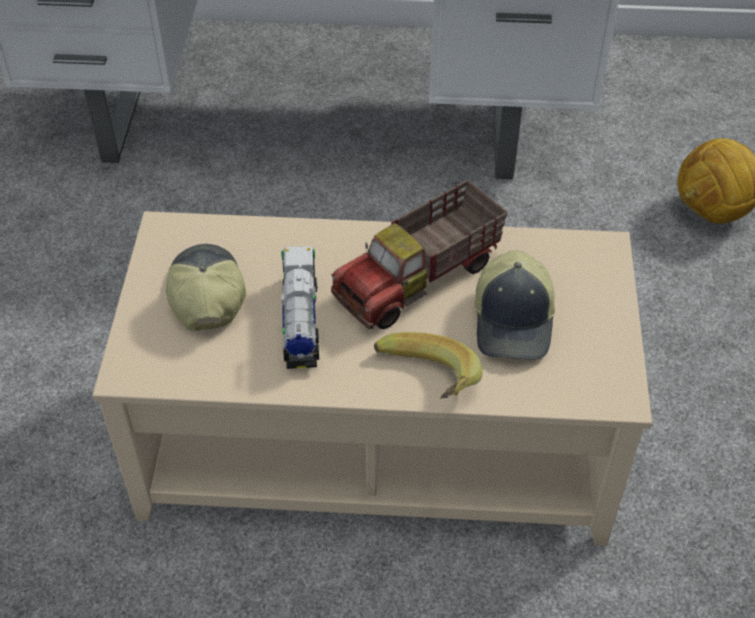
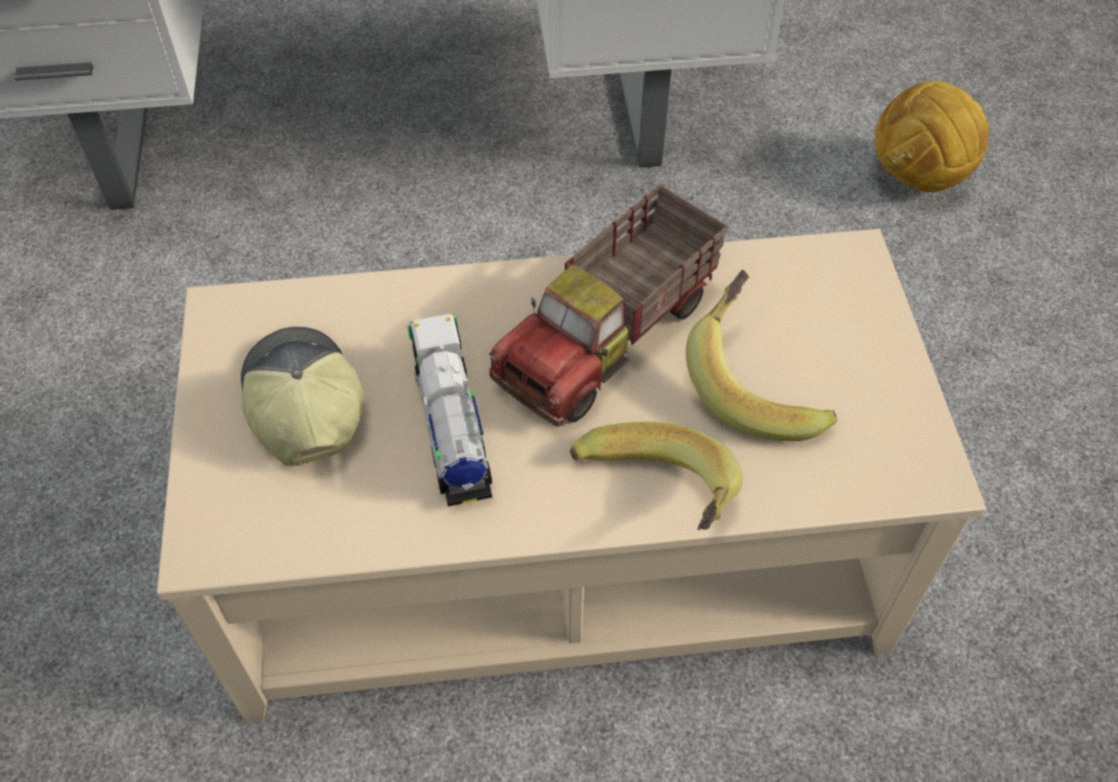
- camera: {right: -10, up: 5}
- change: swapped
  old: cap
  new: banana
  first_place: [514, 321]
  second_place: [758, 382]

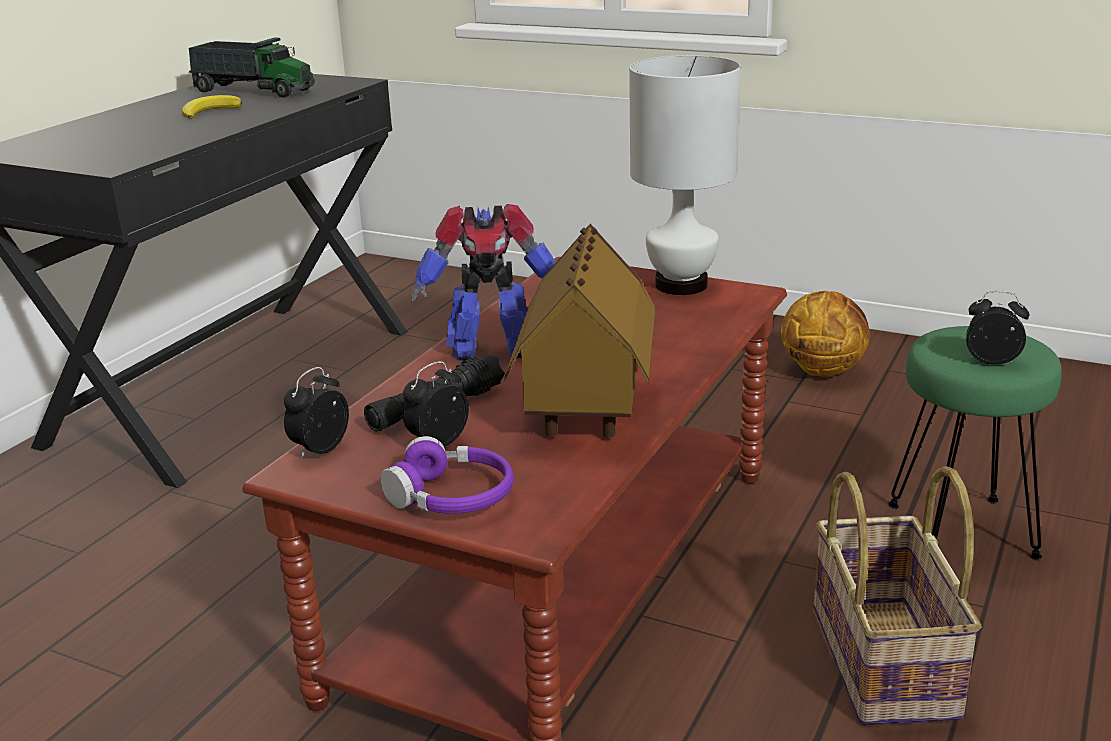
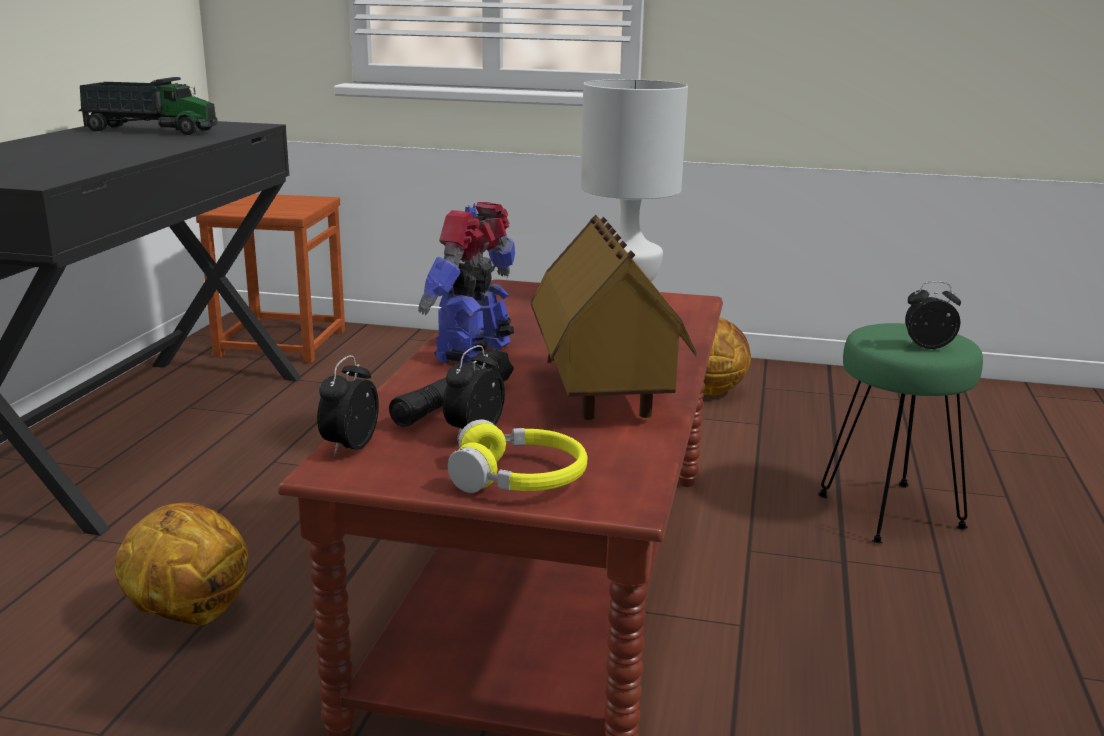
- camera: {right: -15, up: -5}
- change: gone
  old: banana
  first_place: [209, 112]
- change: gone
  old: basket
  first_place: [886, 661]
- change: new
  new: basketball
  second_place: [188, 615]
- change: new
  new: stool/brown
  second_place: [280, 343]
- change: repainted
  old: headphones/purple
  new: headphones/yellow
  first_place: [452, 496]
  second_place: [519, 479]
- change: rotated
  old: toy robot
  first_place: [490, 348]
  second_place: [476, 353]
  degrees: 135

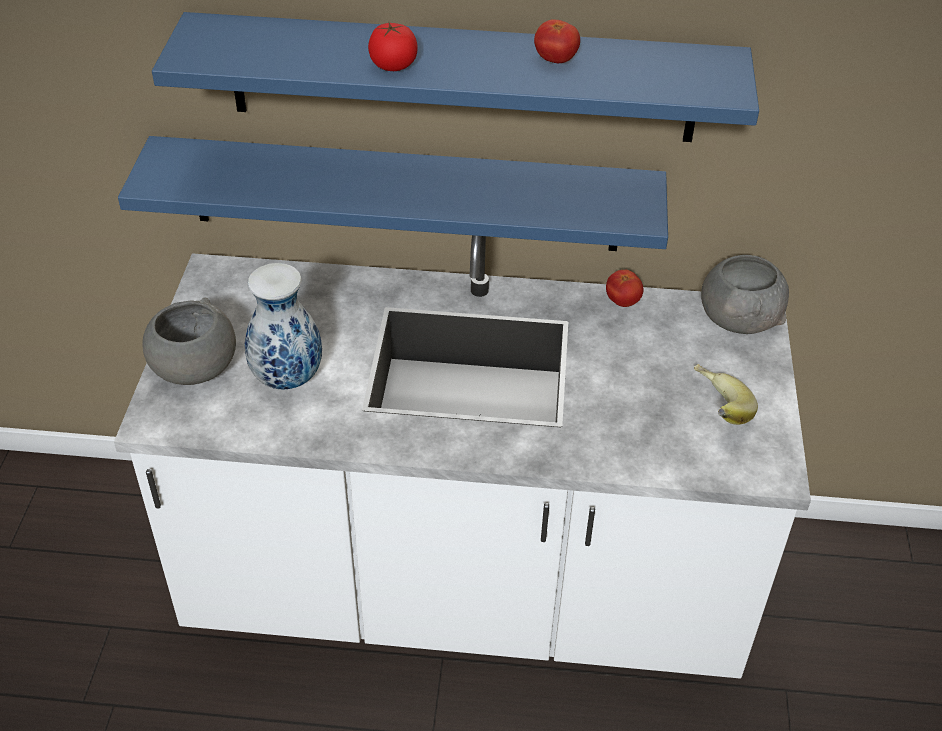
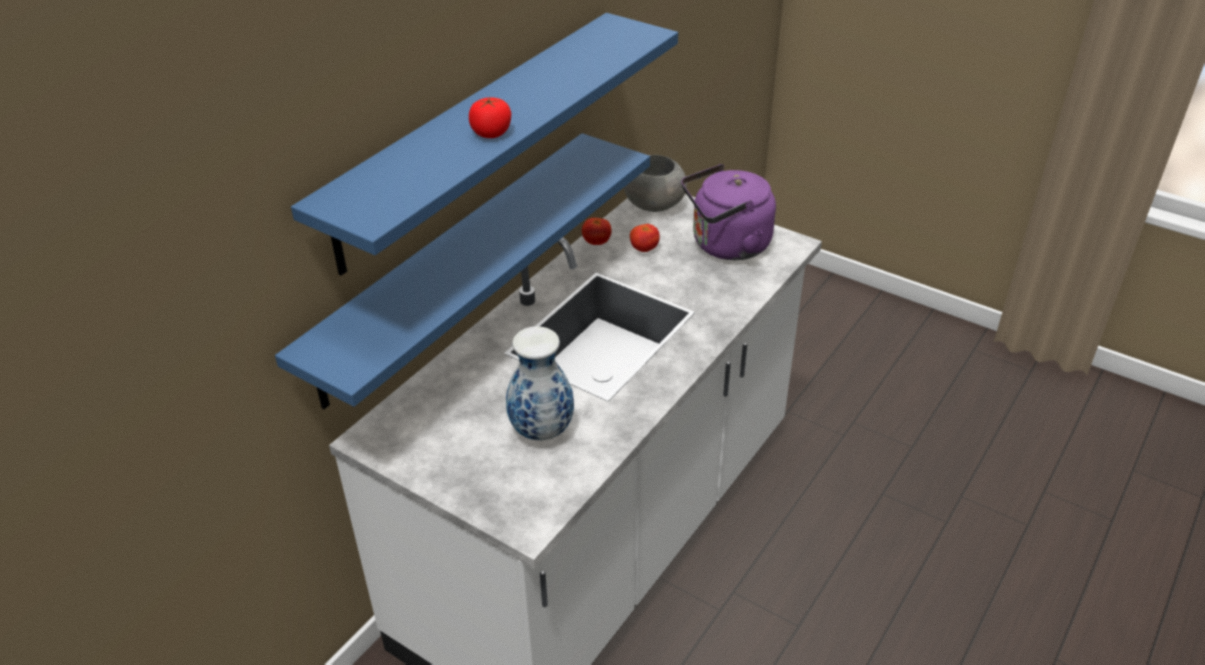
- camera: {right: -60, up: -5}
- change: gone
  old: bowl/grey
  first_place: [194, 369]
- change: shifted
  old: tomato
  first_place: [555, 60]
  second_place: [644, 249]
- change: swapped
  old: banana
  new: kettle/purple
  first_place: [714, 411]
  second_place: [726, 246]

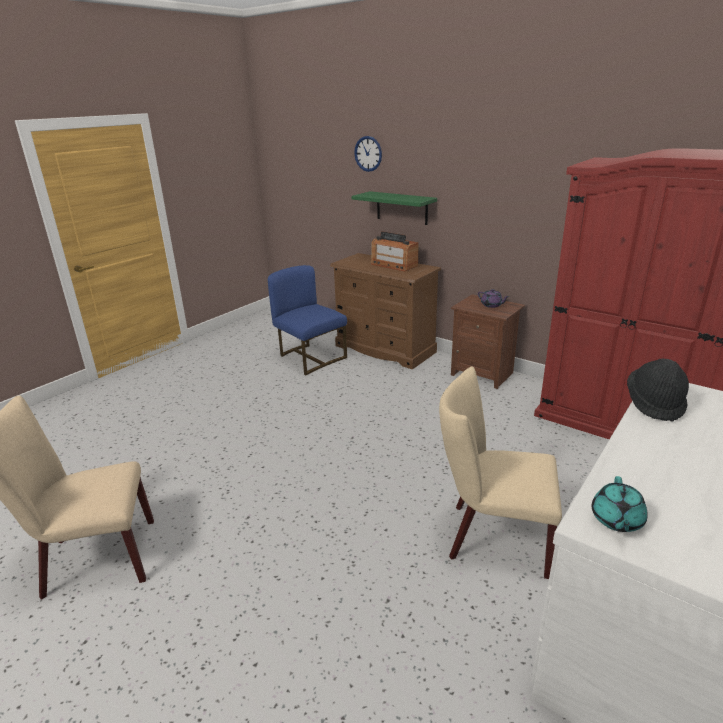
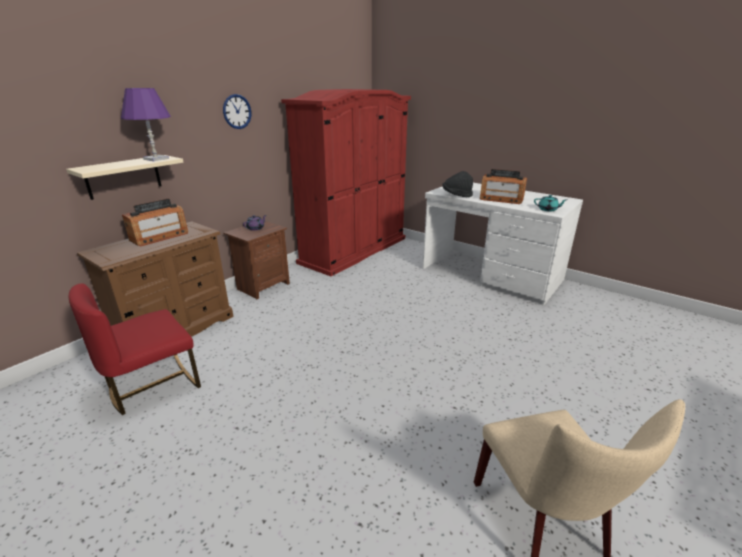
- camera: {right: -90, up: 0}
- change: gone
  old: chair/beige
  first_place: [491, 537]
- change: new
  new: table lamp/purple
  second_place: [156, 159]
- change: new
  new: radio
  second_place: [501, 199]
- change: shifted
  old: wall clock
  first_place: [368, 153]
  second_place: [237, 111]
- change: repainted
  old: chair/blue
  new: chair/red
  first_place: [310, 358]
  second_place: [153, 385]
- change: repainted
  old: shelf/green
  new: shelf/beige
  first_place: [402, 208]
  second_place: [123, 177]

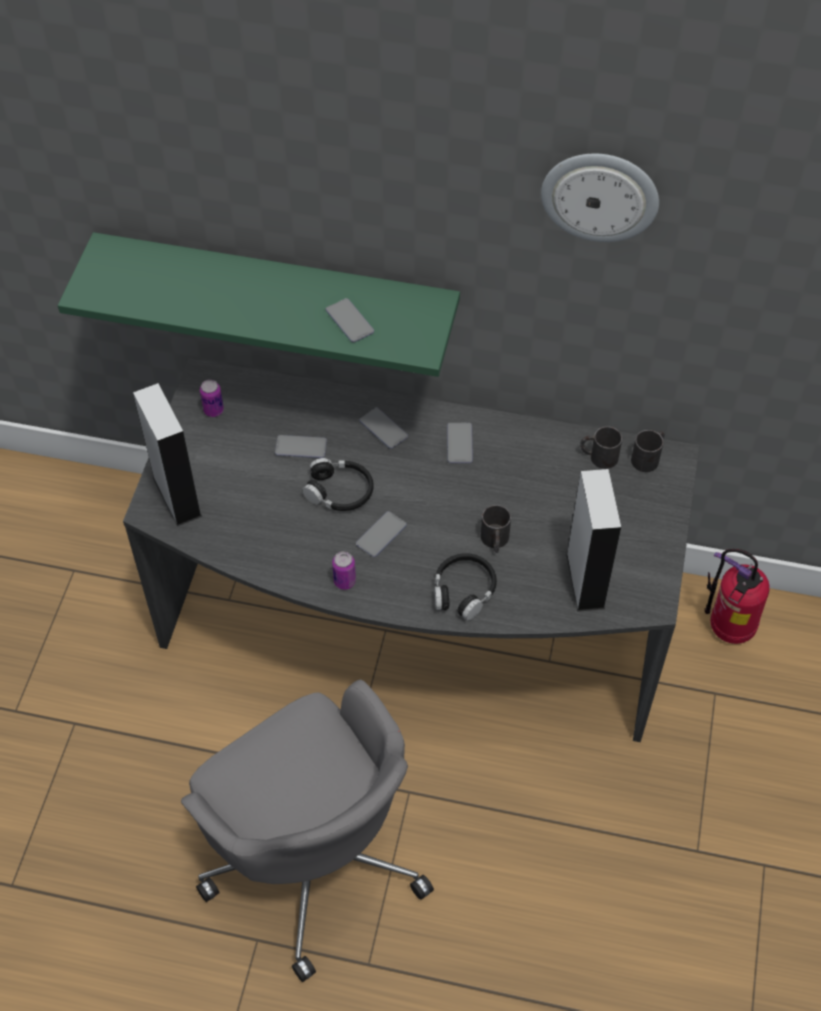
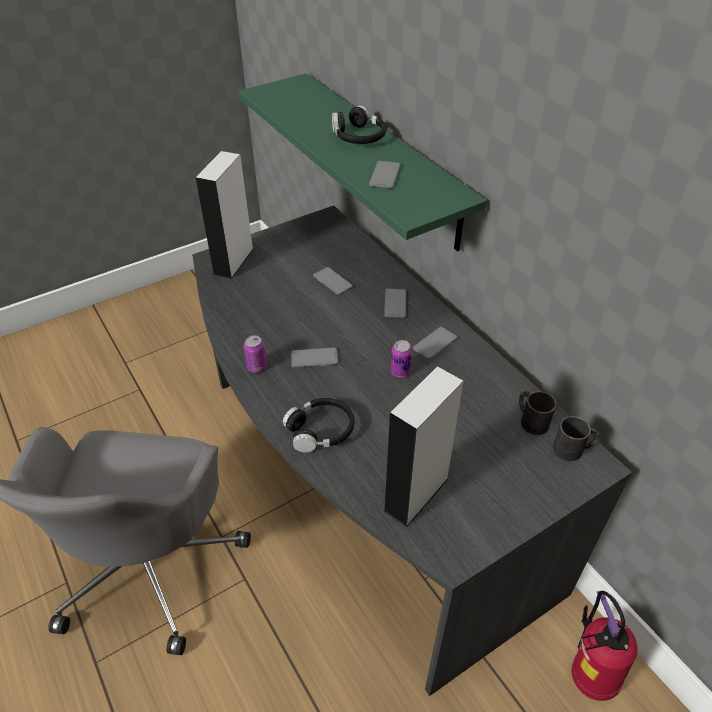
- camera: {right: 45, up: -10}
- change: gone
  old: mug/black
  first_place: [495, 541]
- change: gone
  old: wall clock
  first_place: [600, 195]
- change: shifted
  old: can
  first_place: [213, 410]
  second_place: [400, 372]
- change: shifted
  old: headphones/black
  first_place: [339, 491]
  second_place: [358, 136]

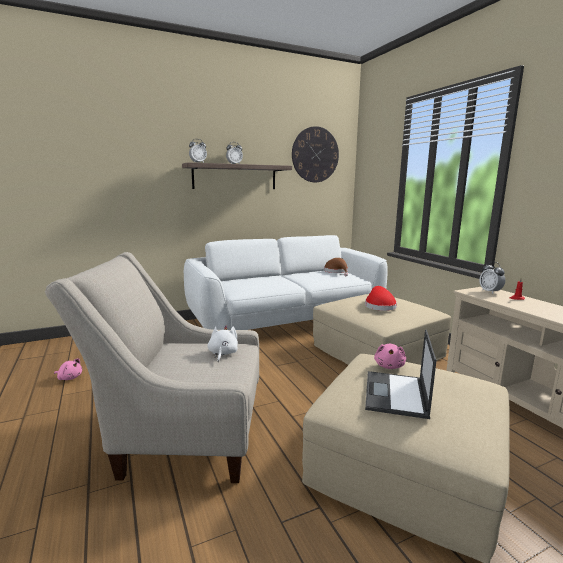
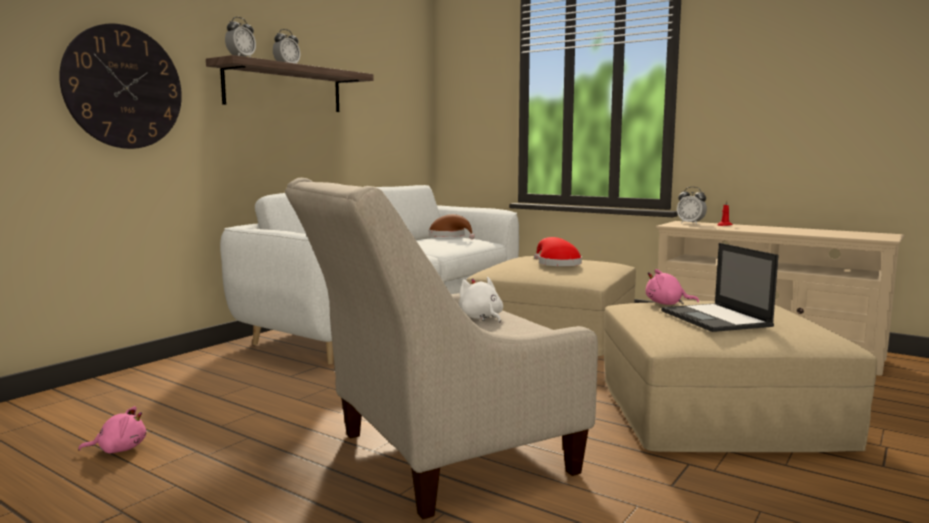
- camera: {right: -30, up: -5}
- change: shifted
  old: wall clock
  first_place: [315, 155]
  second_place: [123, 87]
- change: rotated
  old: plush toy/pink
  first_place: [389, 366]
  second_place: [666, 304]
  degrees: 120

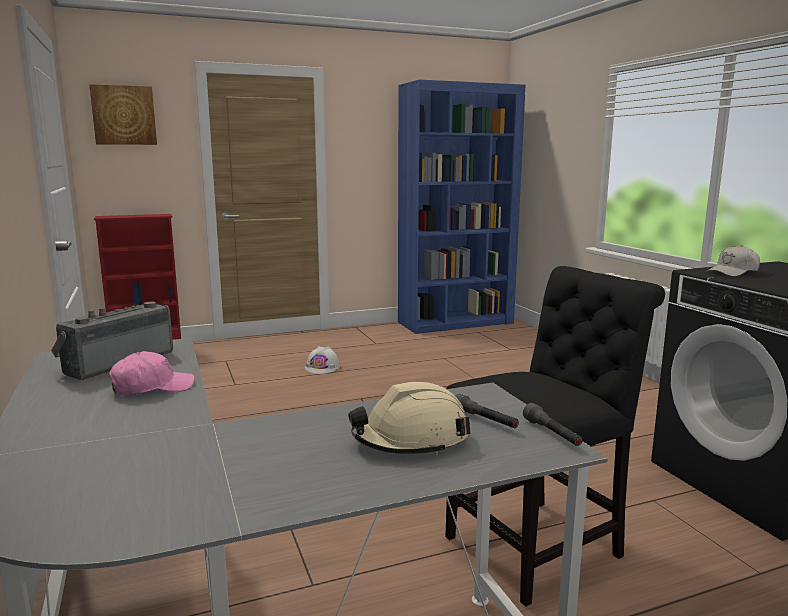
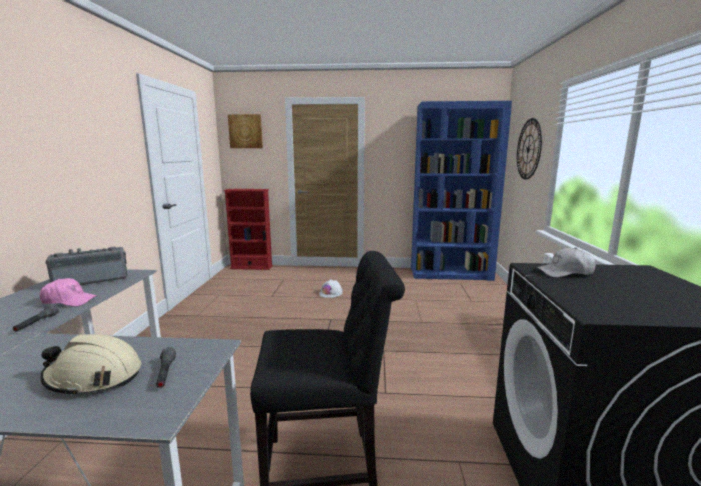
- camera: {right: 25, up: 0}
- change: new
  new: wall clock
  second_place: [528, 149]
- change: shifted
  old: flashlight/grey
  first_place: [552, 434]
  second_place: [37, 323]

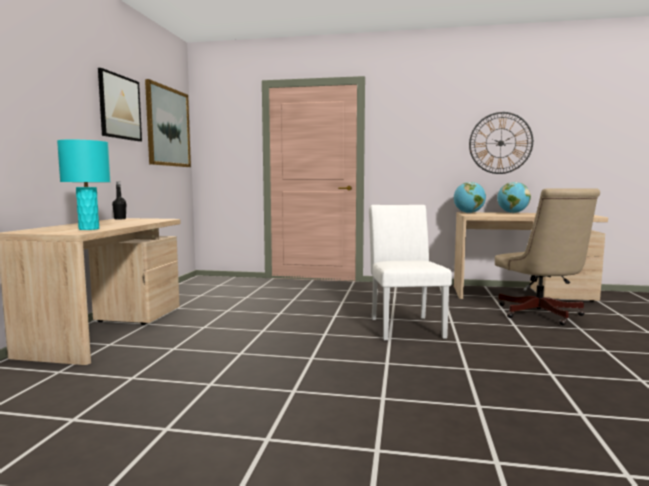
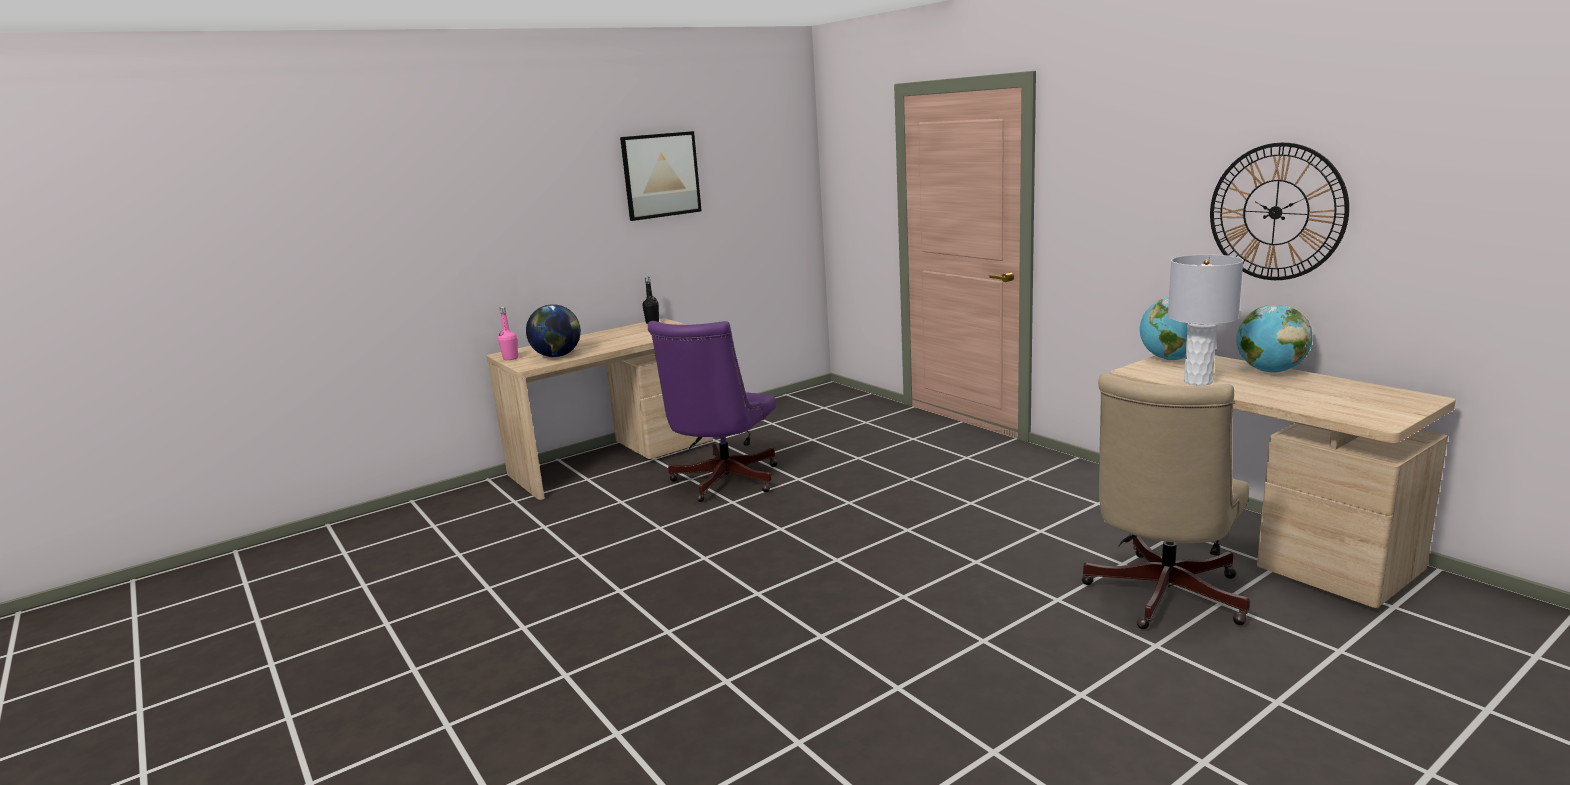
- camera: {right: 45, up: 10}
- change: gone
  old: picture
  first_place: [168, 127]
- change: gone
  old: chair/white
  first_place: [404, 326]
- change: new
  new: bottle/pink
  second_place: [510, 358]
- change: new
  new: office chair/purple
  second_place: [721, 483]
- change: new
  new: table lamp/grey
  second_place: [1197, 381]
- change: swapped
  old: table lamp/turquoise
  new: globe
  first_place: [89, 229]
  second_place: [557, 356]

